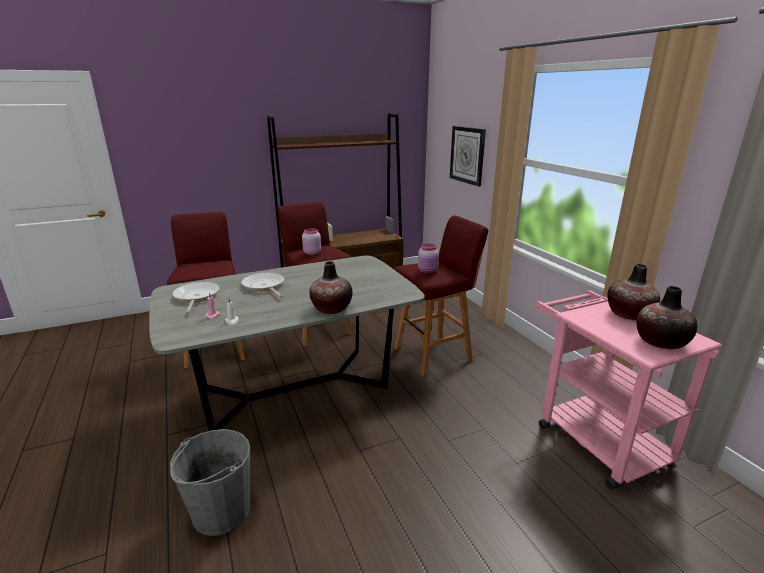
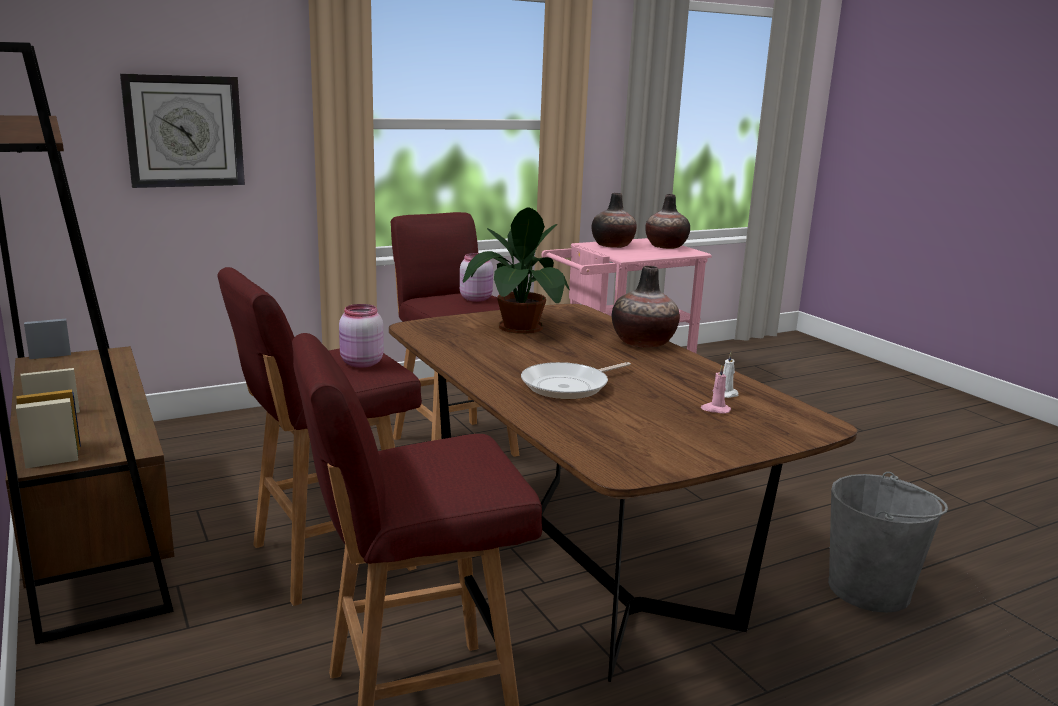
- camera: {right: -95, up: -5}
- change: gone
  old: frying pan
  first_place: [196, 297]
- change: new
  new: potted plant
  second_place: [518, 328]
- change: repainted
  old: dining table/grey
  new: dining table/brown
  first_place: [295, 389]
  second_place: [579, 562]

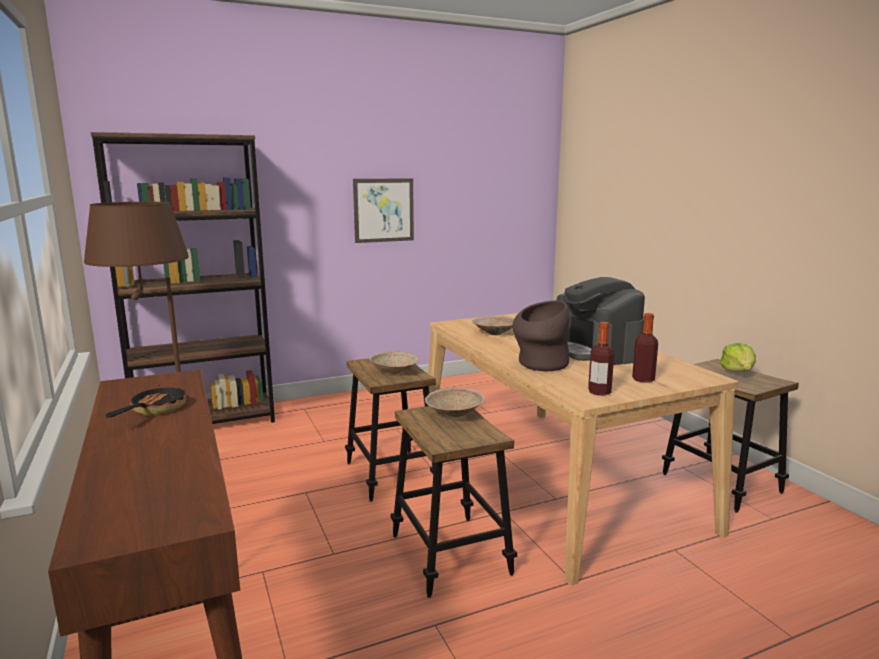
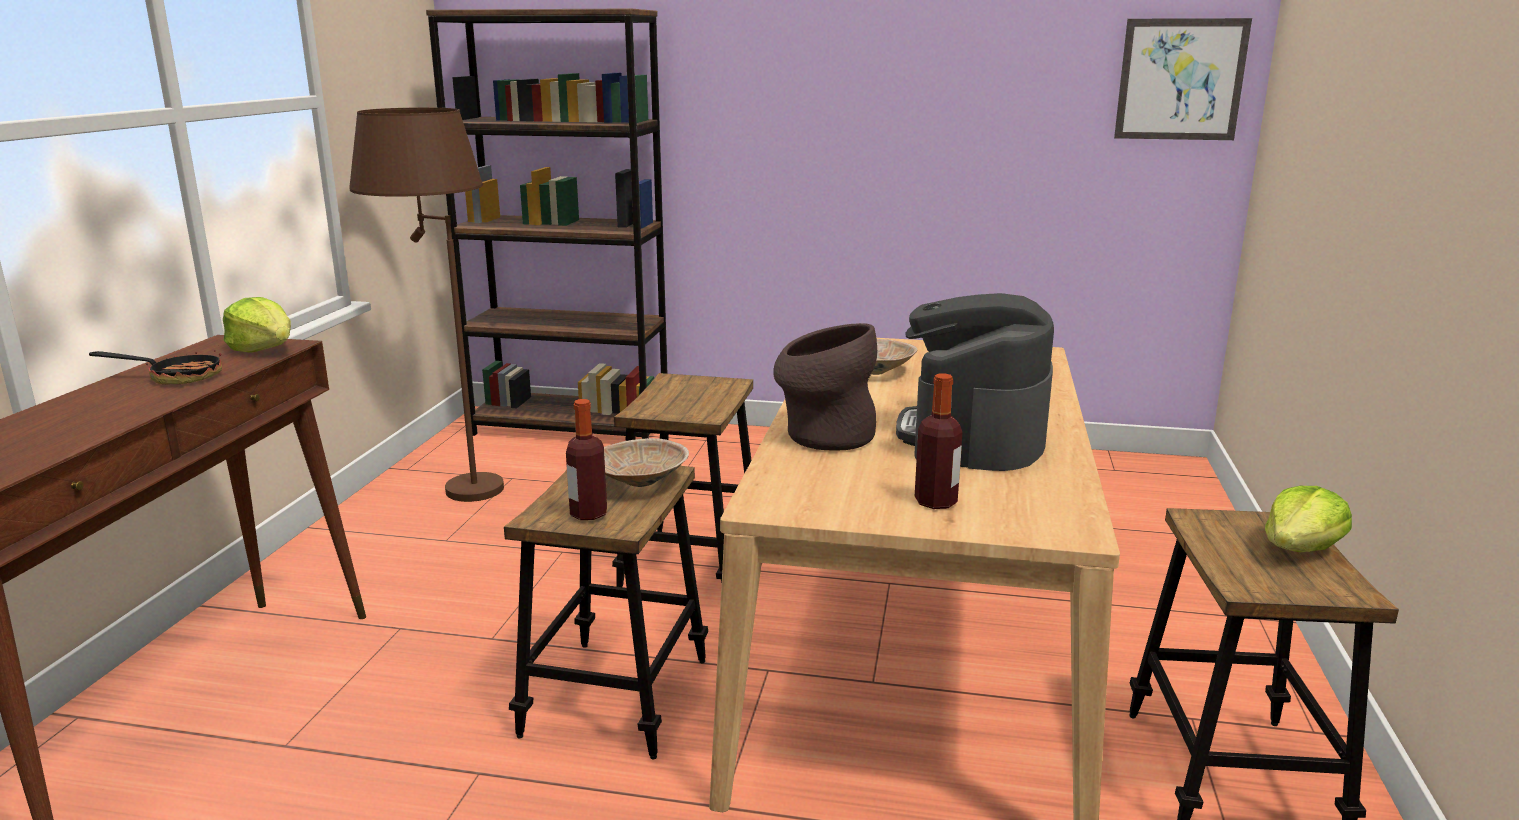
- camera: {right: 35, up: 5}
- change: gone
  old: bowl/beige
  first_place: [395, 372]
- change: new
  new: lettuce
  second_place: [264, 349]
- change: shifted
  old: picture
  first_place: [384, 210]
  second_place: [1180, 79]
- change: shifted
  old: bottle
  first_place: [599, 392]
  second_place: [588, 513]
- change: rotated
  old: frying pan
  first_place: [153, 410]
  second_place: [176, 377]
  degrees: 45

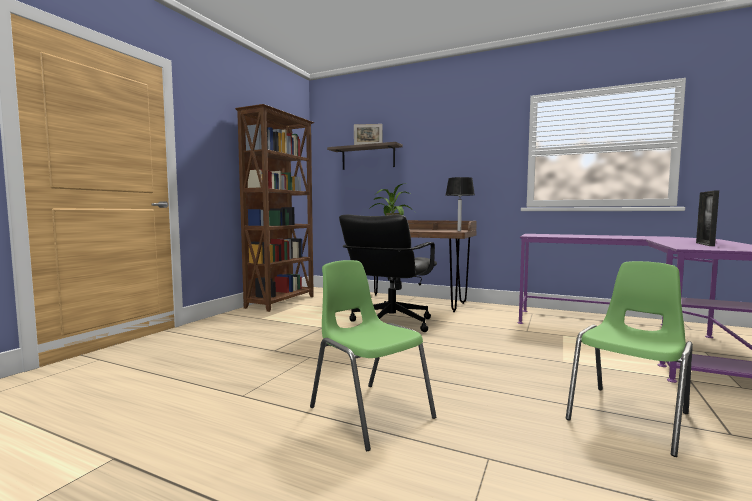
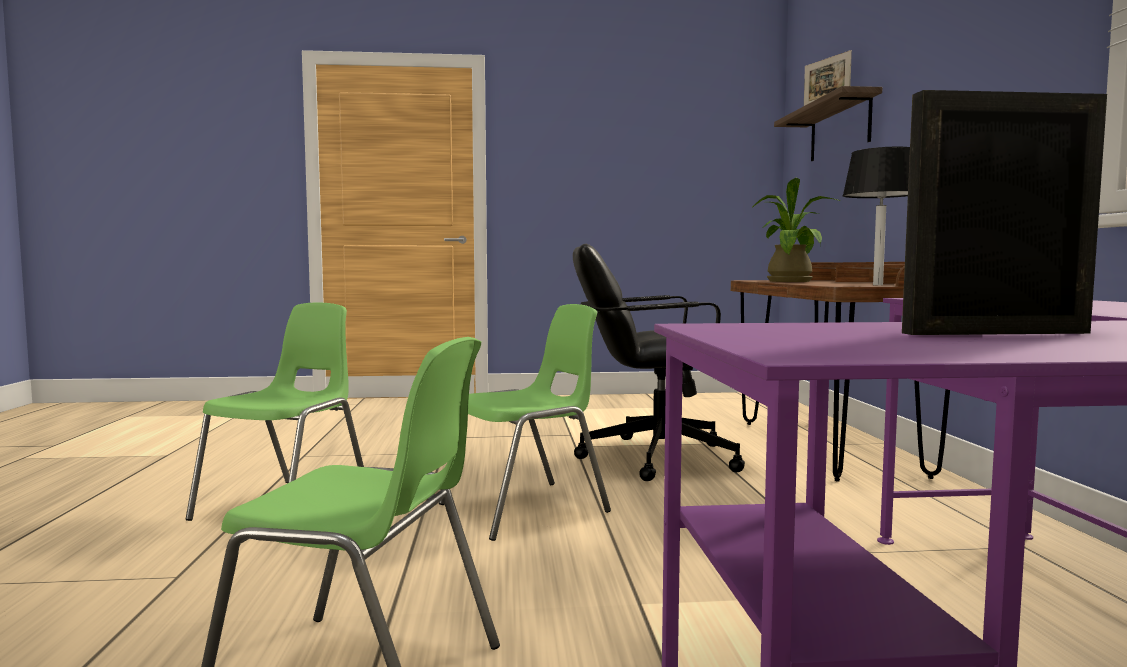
- camera: {right: 60, up: 0}
- change: gone
  old: bookcase/brown
  first_place: [282, 302]
- change: new
  new: chair/green
  second_place: [527, 508]

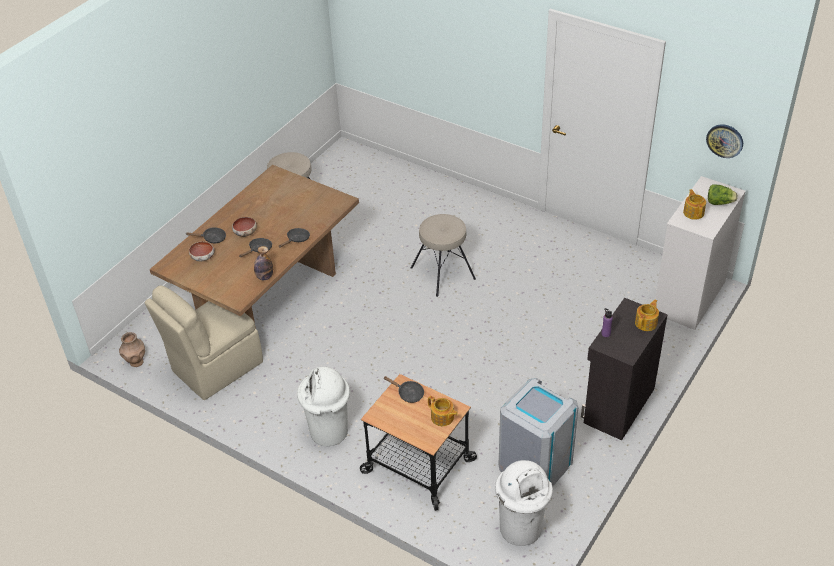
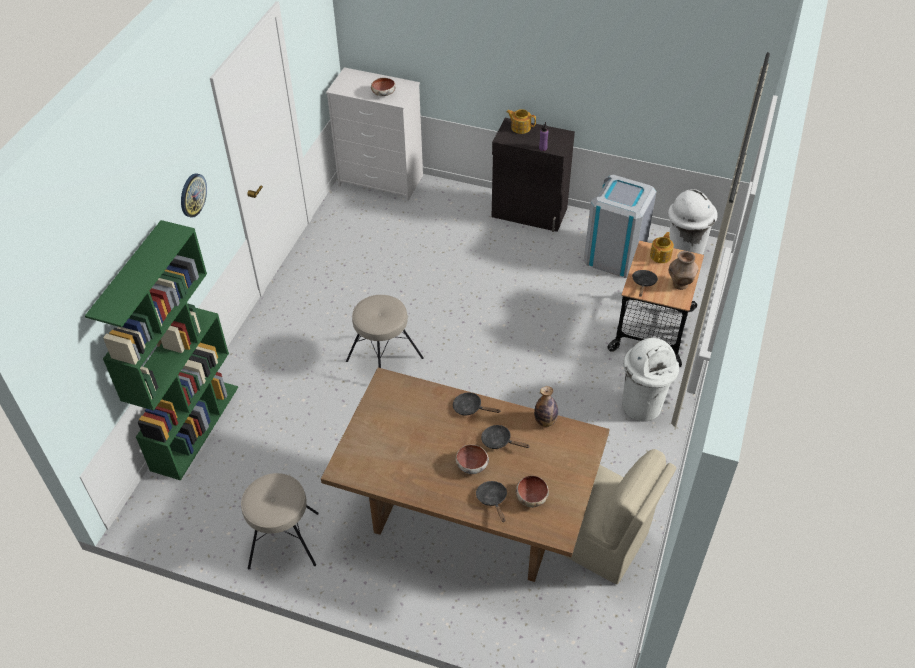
- camera: {right: -105, up: 5}
- change: gone
  old: lettuce
  first_place: [719, 202]
- change: new
  new: bookcase/green
  second_place: [195, 427]
- change: shifted
  old: vase/brown
  first_place: [136, 362]
  second_place: [680, 284]
- change: shifted
  old: wall clock
  first_place: [725, 140]
  second_place: [192, 195]
- change: swapped
  old: teapot
  new: bowl
  first_place: [693, 212]
  second_place: [384, 93]

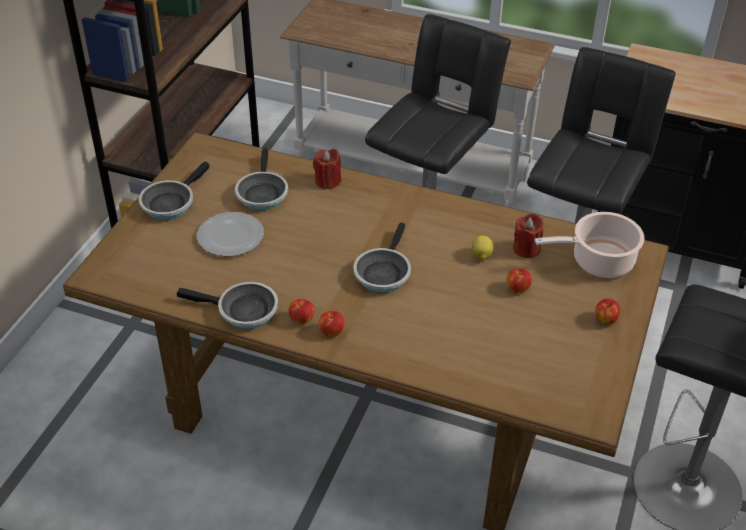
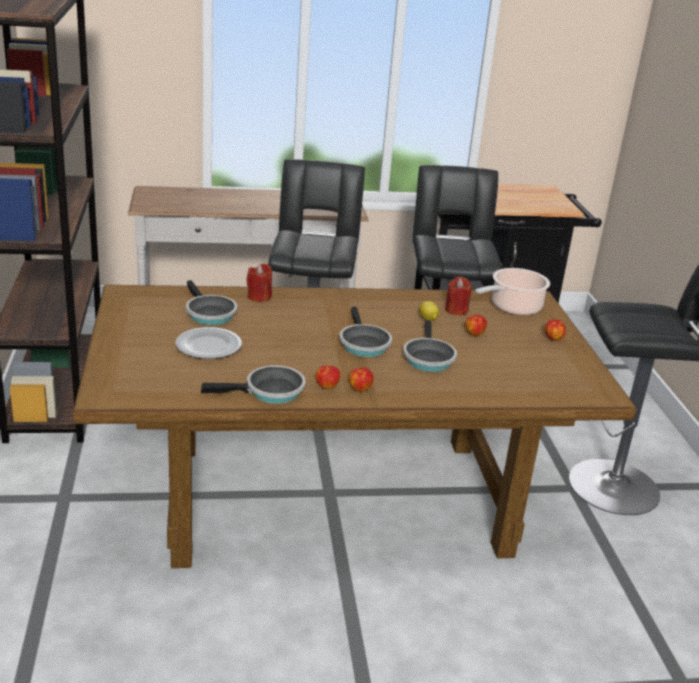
- camera: {right: -30, up: -15}
- change: shifted
  old: frying pan
  first_place: [170, 203]
  second_place: [427, 358]

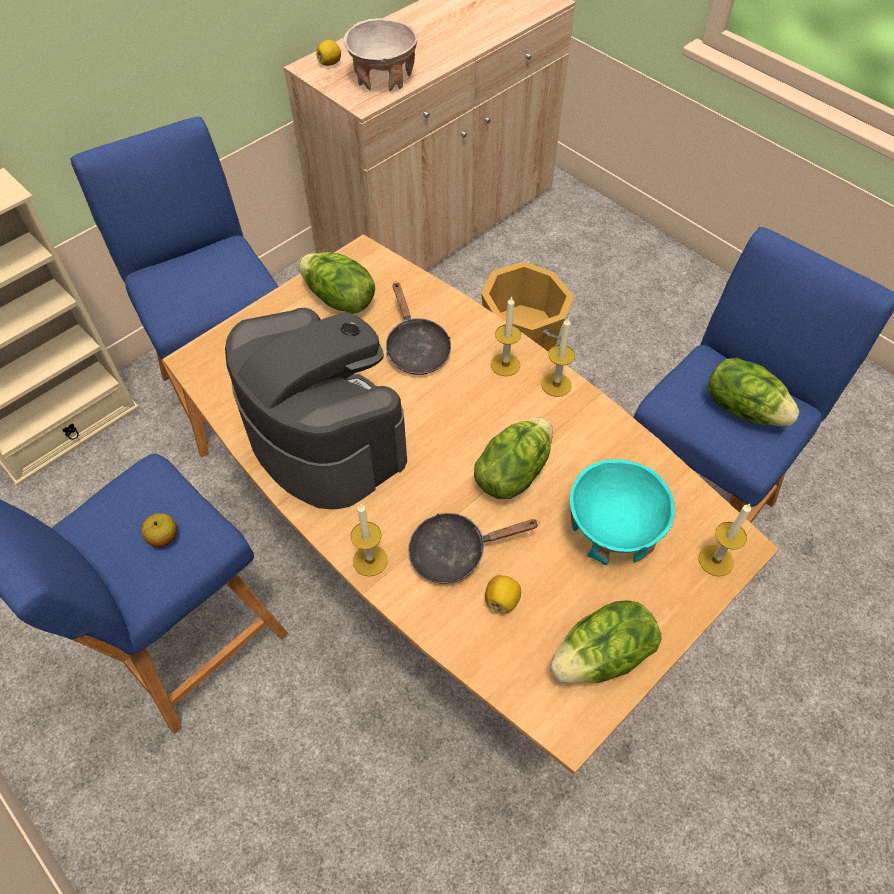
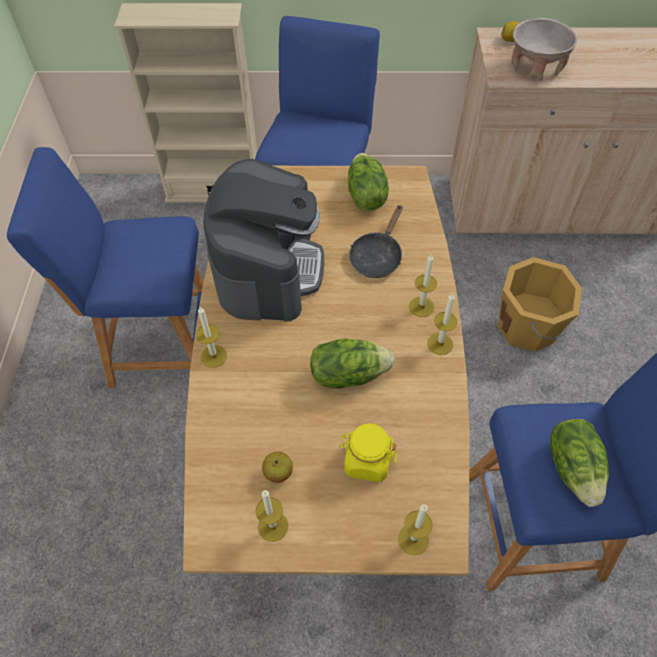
- camera: {right: 45, up: 0}
- change: gone
  old: frying pan/black
  first_place: [455, 552]
- change: gone
  old: lemon
  first_place: [502, 600]
- change: shifted
  old: apple
  first_place: [164, 537]
  second_place: [278, 472]
- change: swapped
  old: lettuce
  new: candle
  first_place: [603, 657]
  second_place: [273, 526]
- change: swapped
  old: bowl/turquoise
  new: jar/yellow
  first_place: [612, 531]
  second_place: [367, 461]

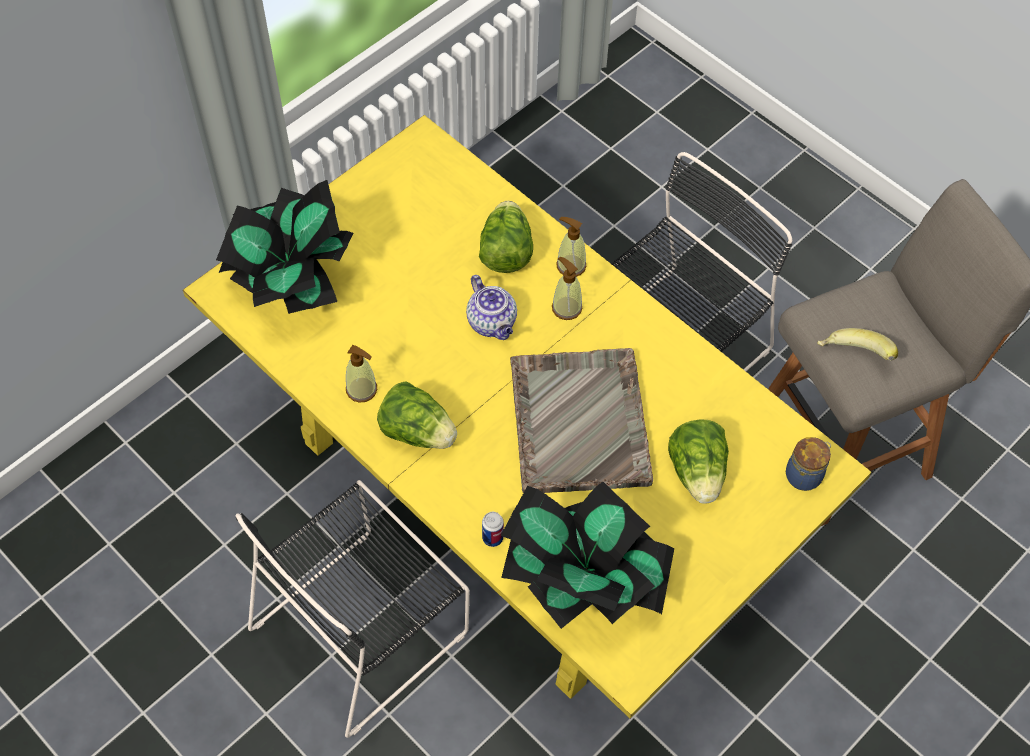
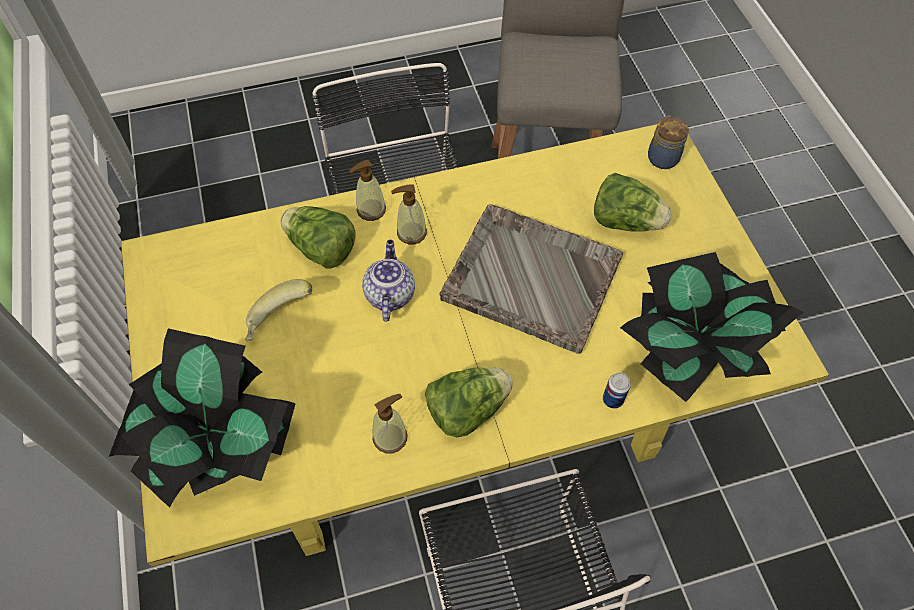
- camera: {right: -60, up: 0}
- change: shifted
  old: banana
  first_place: [853, 357]
  second_place: [280, 321]
- change: rotated
  old: teapot
  first_place: [493, 323]
  second_place: [389, 294]
  degrees: -90

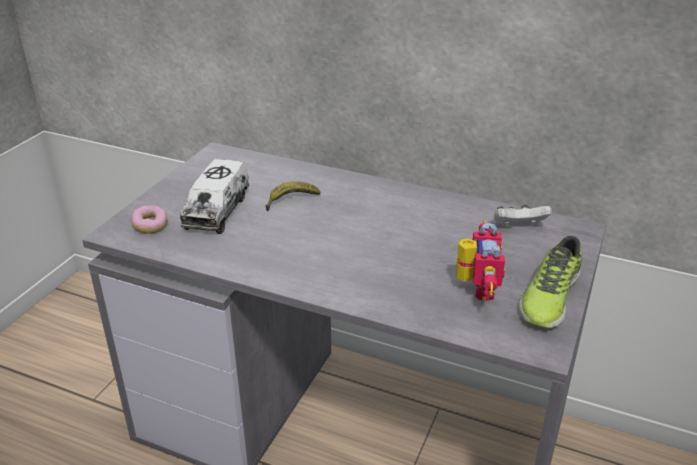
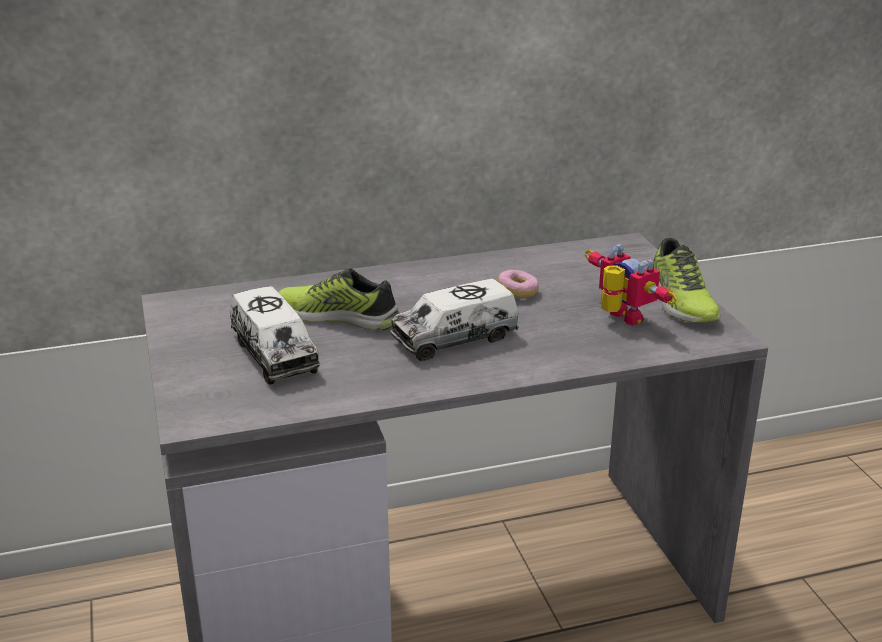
- camera: {right: -40, up: -5}
- change: gone
  old: game controller/white
  first_place: [518, 227]
- change: new
  new: toy truck
  second_place: [455, 338]
- change: shifted
  old: donut
  first_place: [150, 226]
  second_place: [517, 292]
- change: swapped
  old: banana
  new: shoe
  first_place: [290, 201]
  second_place: [339, 316]

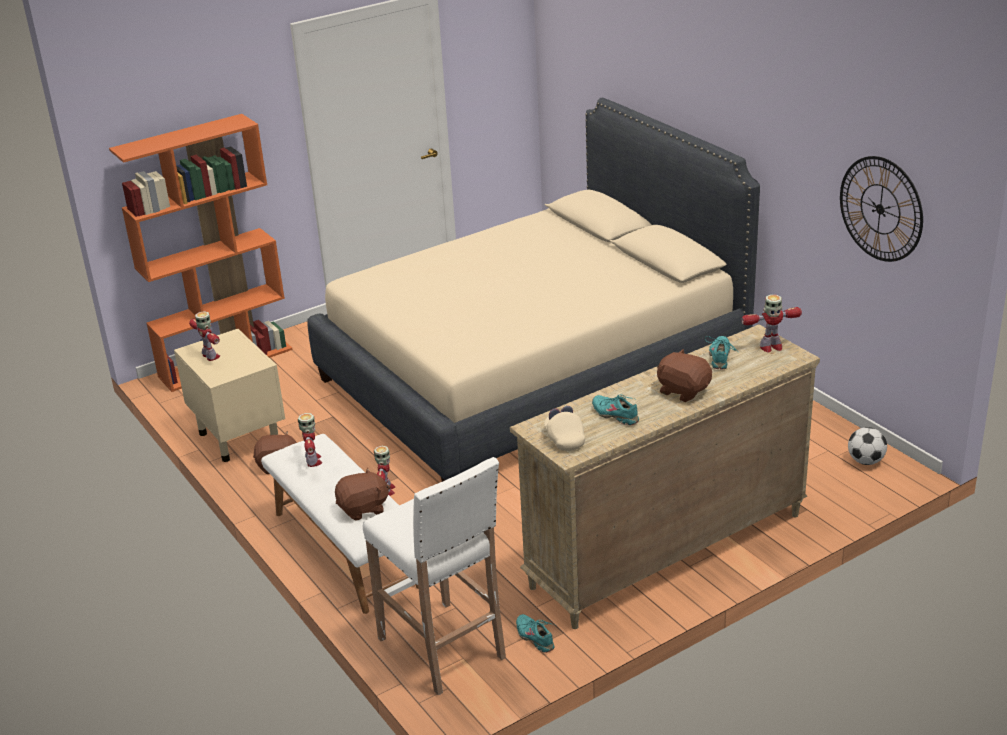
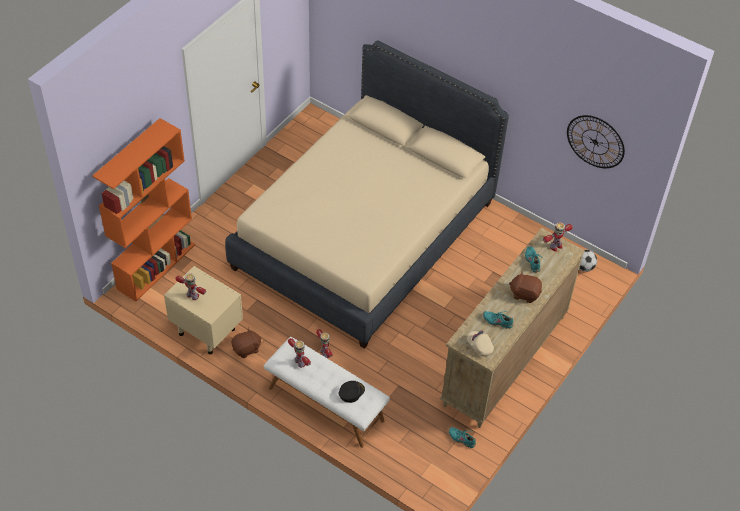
- camera: {right: -25, up: 20}
- change: gone
  old: stool/white
  first_place: [443, 649]
- change: swapped
  old: plush toy/brown
  new: cap/black
  first_place: [363, 508]
  second_place: [351, 392]

